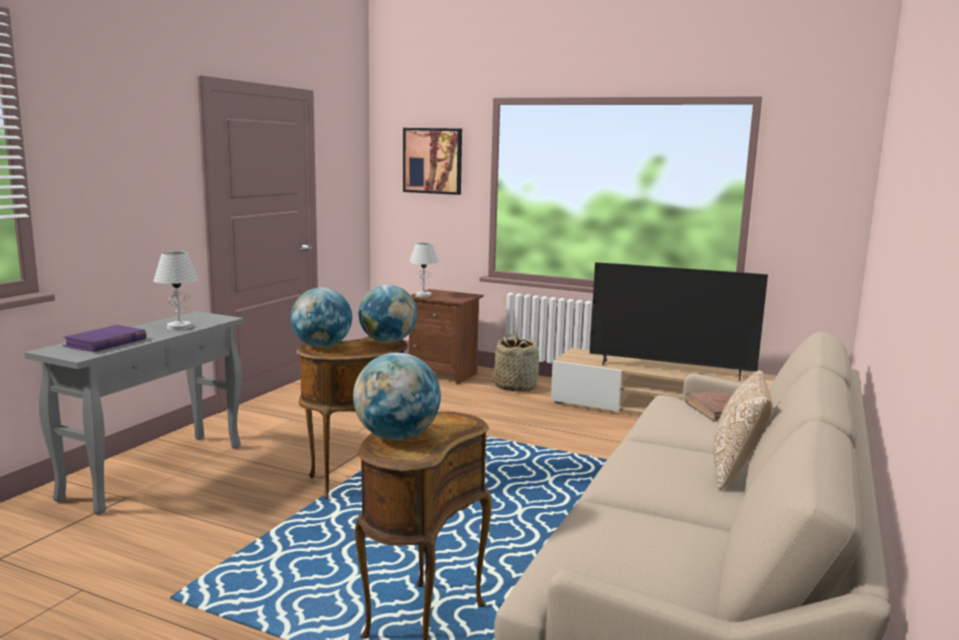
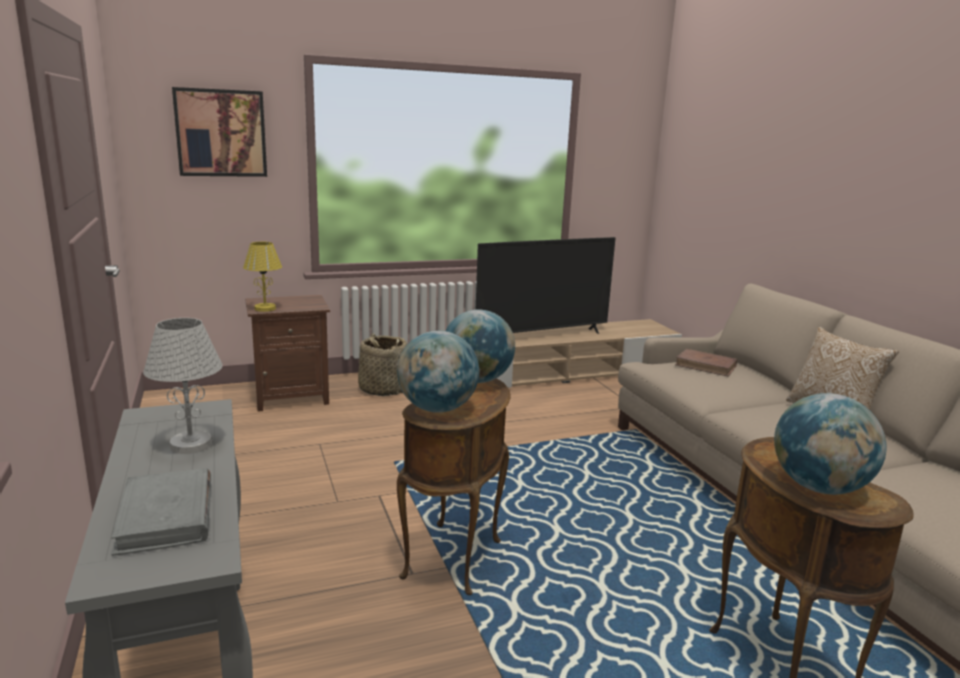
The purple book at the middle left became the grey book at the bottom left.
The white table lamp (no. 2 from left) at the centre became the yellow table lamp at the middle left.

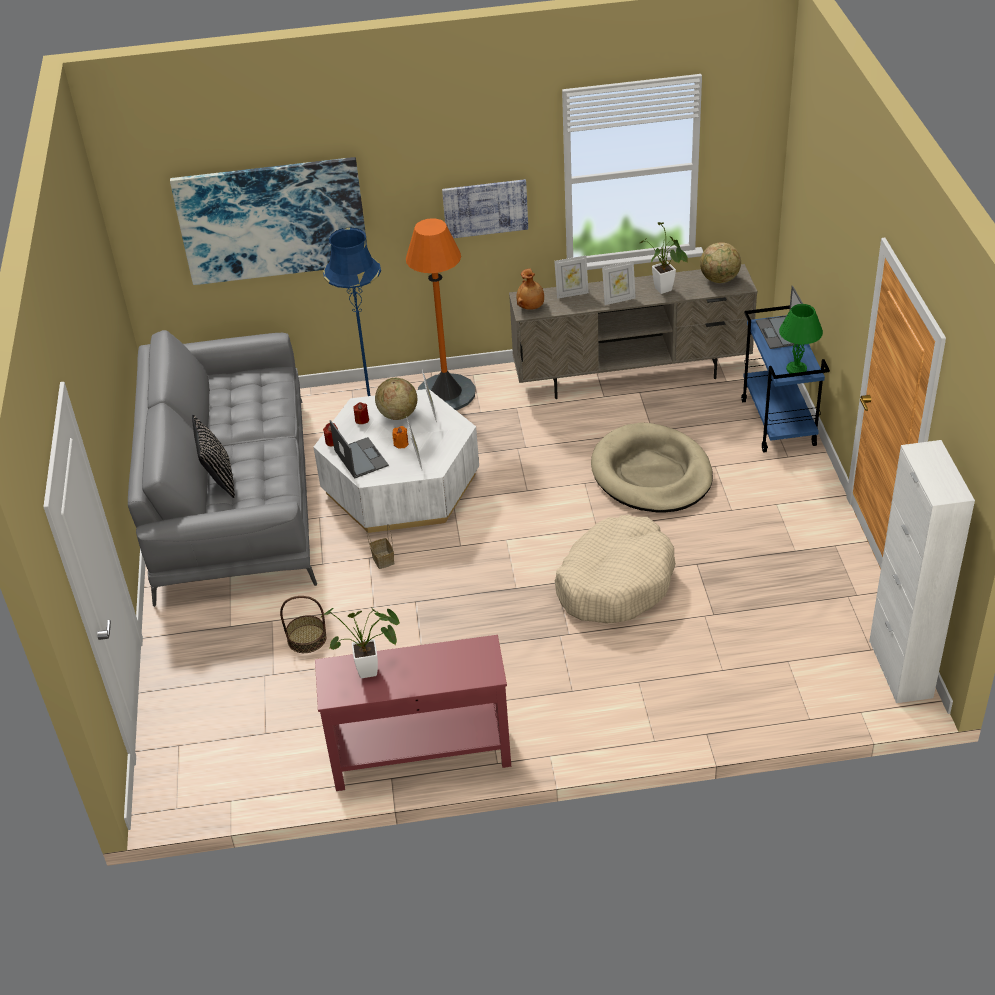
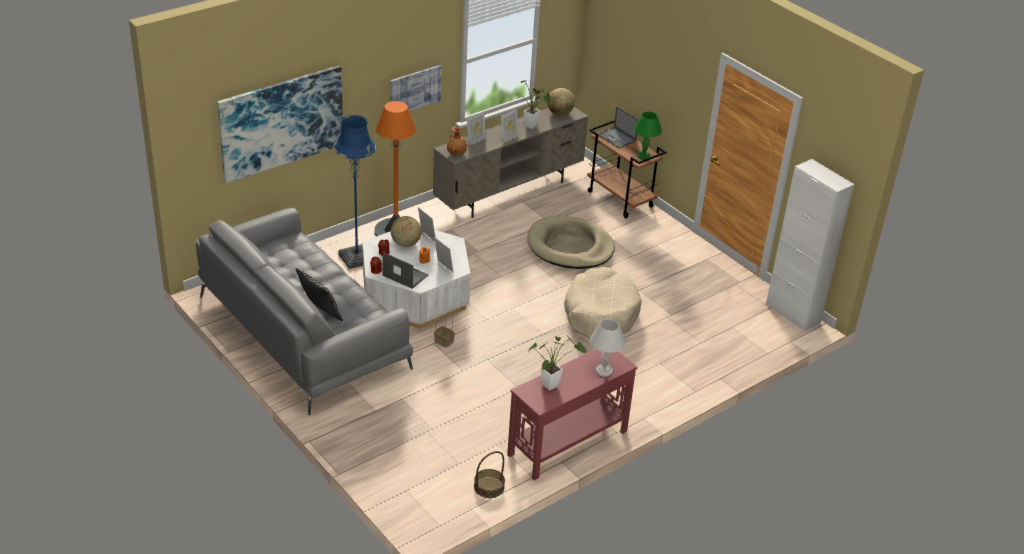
The basket (no. 1 from left in the first image) moved from the middle left to the bottom centre.
The blue cart at the middle right became the brown cart at the top centre.
The white table lamp at the centre appeared.

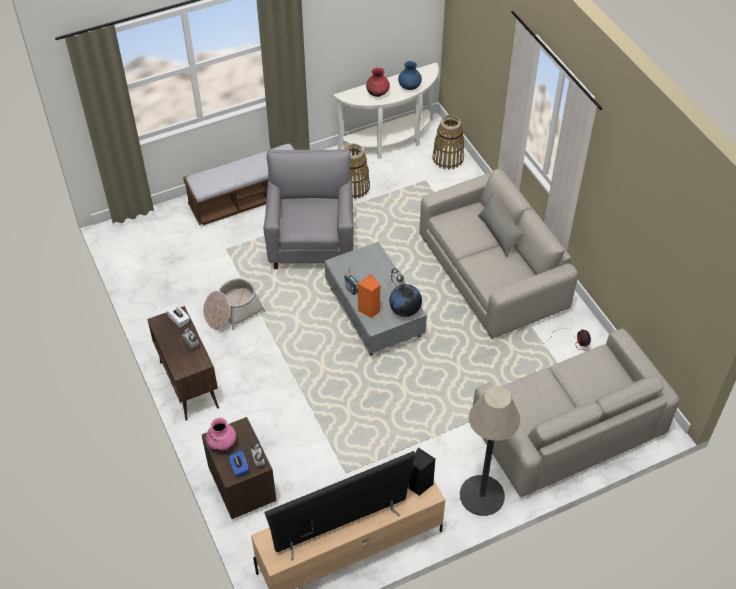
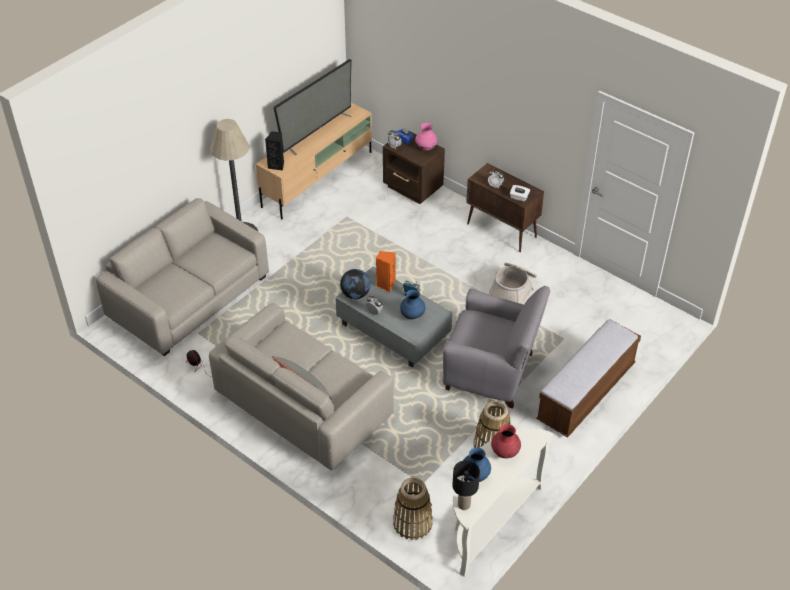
The blue vase (no. 1 from left) at the centre appeared.
The grey armchair at the centre turned 45 degrees counterclockwise.
The black table lamp at the bottom centre appeared.

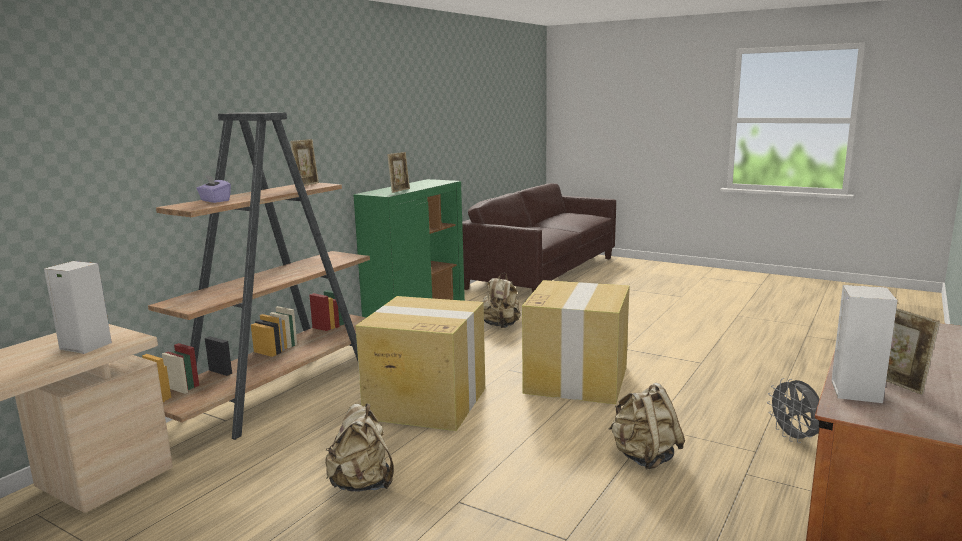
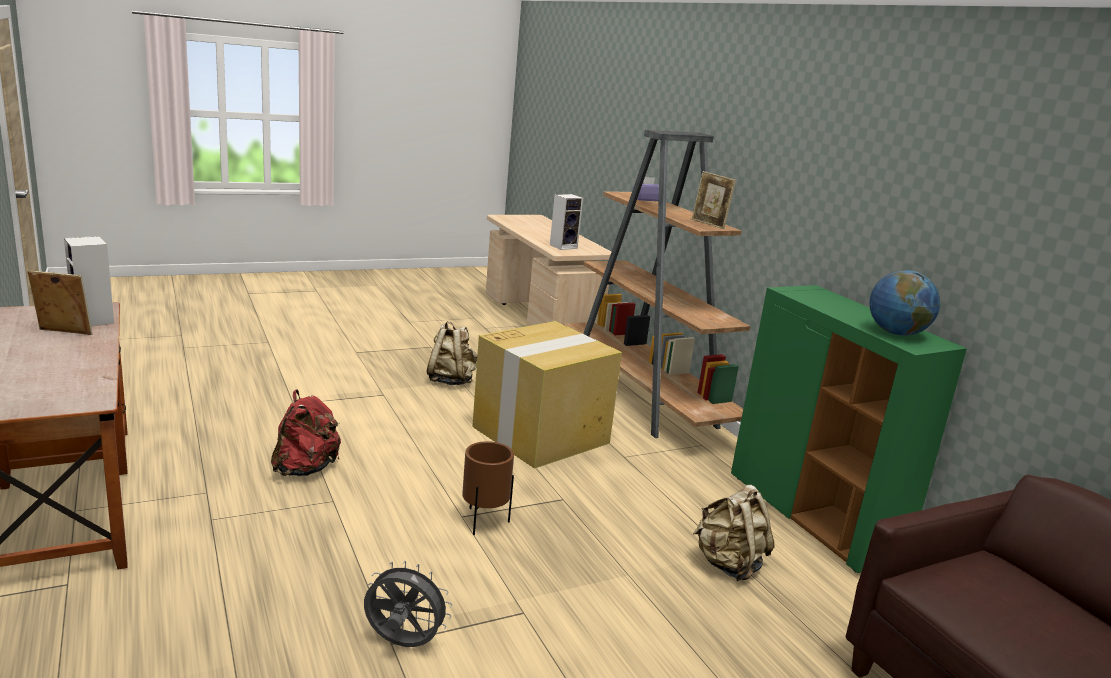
The beige backpack (no. 3 from left) at the bottom right became the red backpack at the middle left.
The grey fan moved from the bottom right to the bottom centre.
The cardboard box (no. 2 from left) at the centre was replaced by the brown planter at the bottom centre.
The globe at the middle right appeared.
The picture frame (no. 2 from left) at the top centre disappeared.

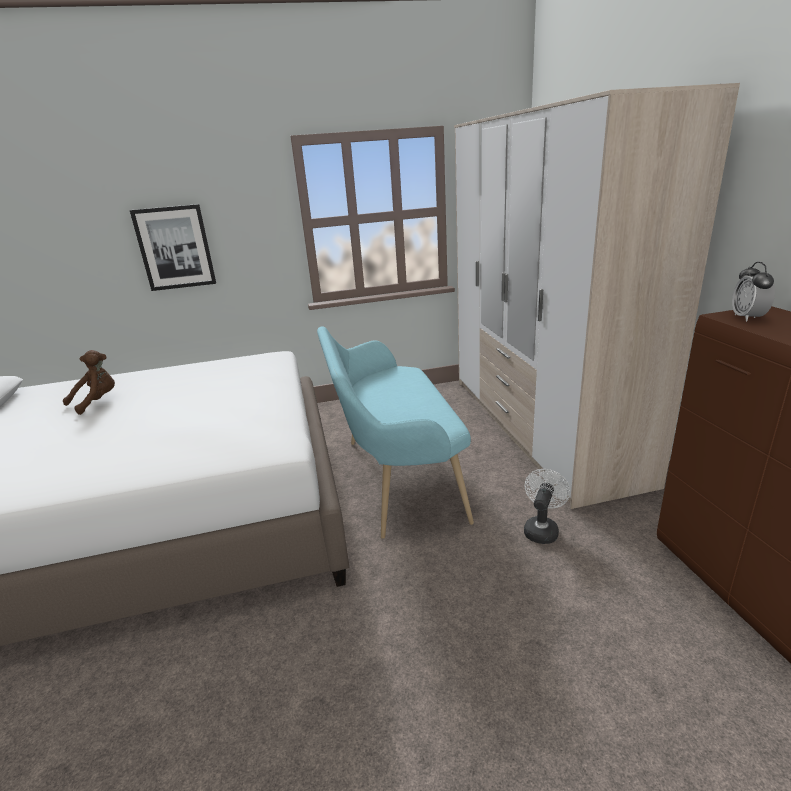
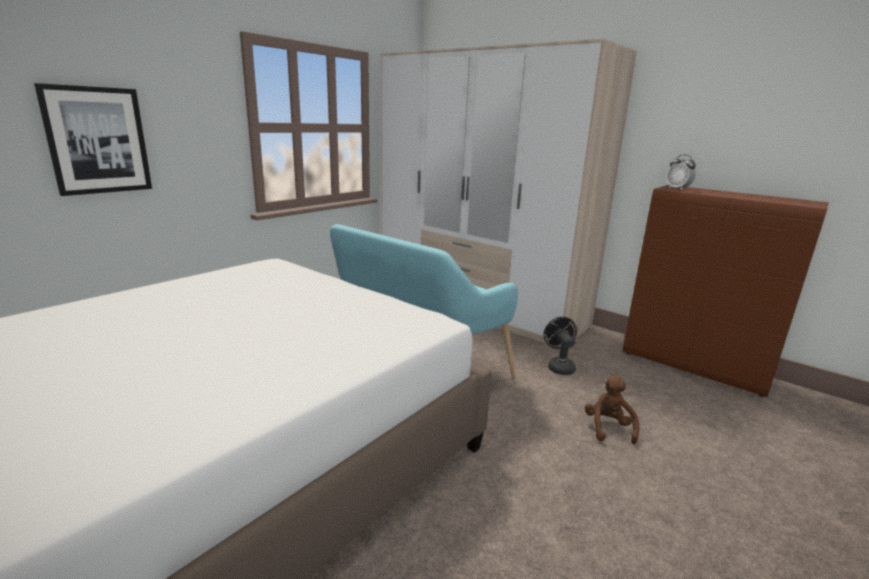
The white fan at the middle right became the black fan at the centre.
The brown plush toy moved from the middle left to the bottom right.

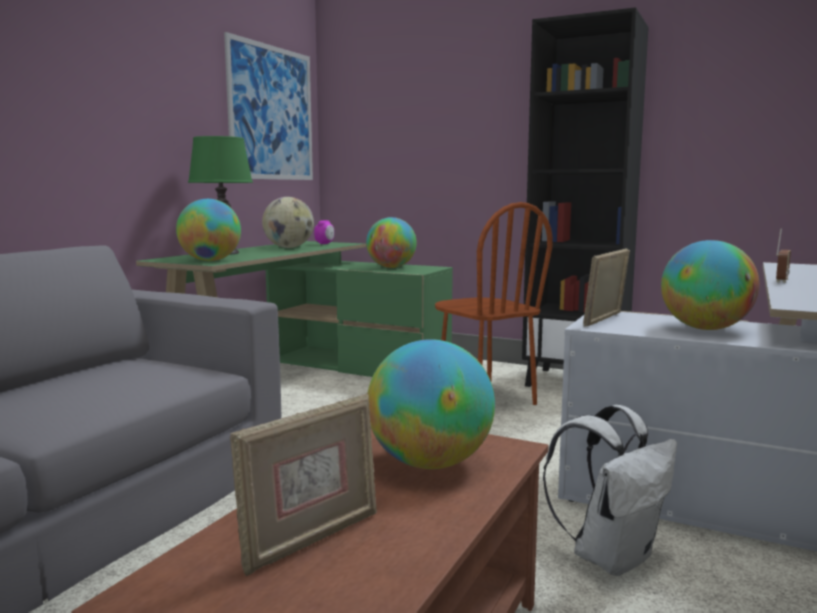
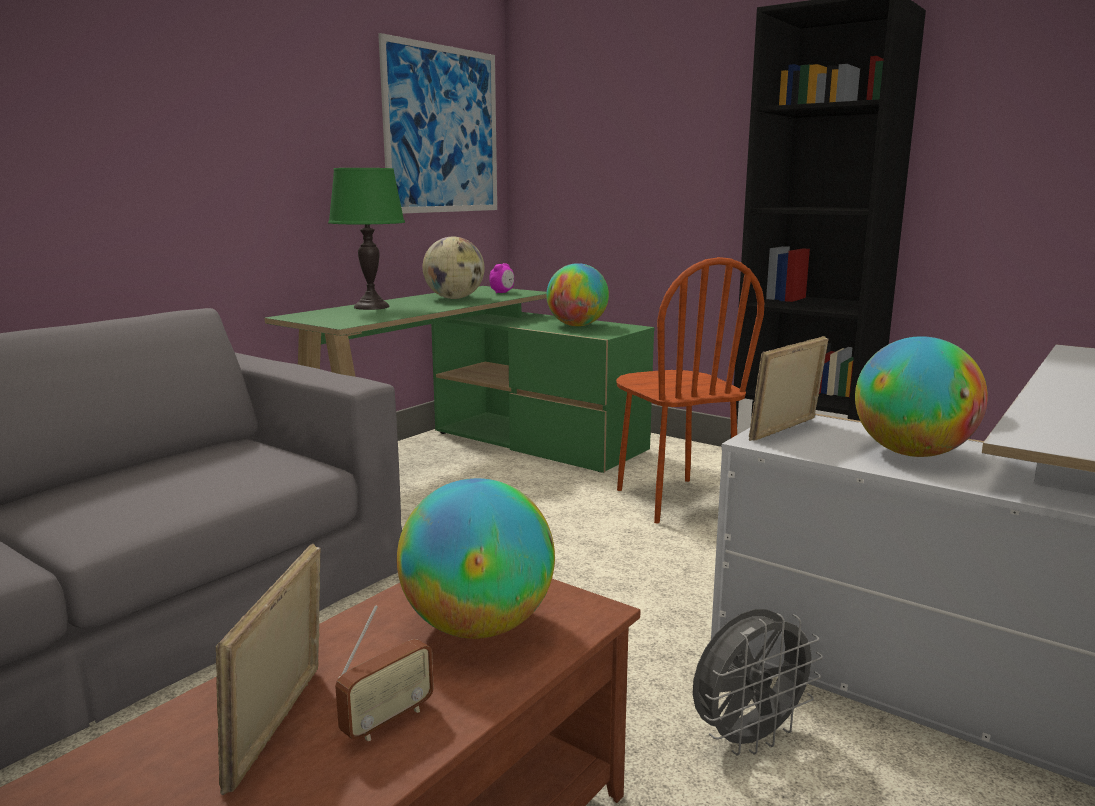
The picture frame (no. 1 from left) at the bottom centre turned 135 degrees clockwise.
The radio moved from the middle right to the bottom centre.
The white backpack at the bottom right was replaced by the grey fan at the bottom right.
The globe (no. 1 from left) at the middle left disappeared.

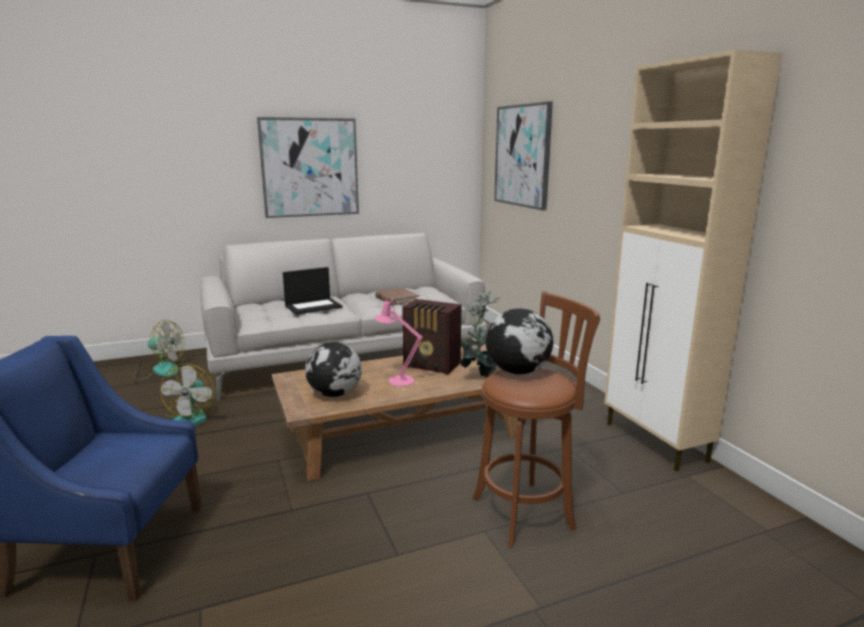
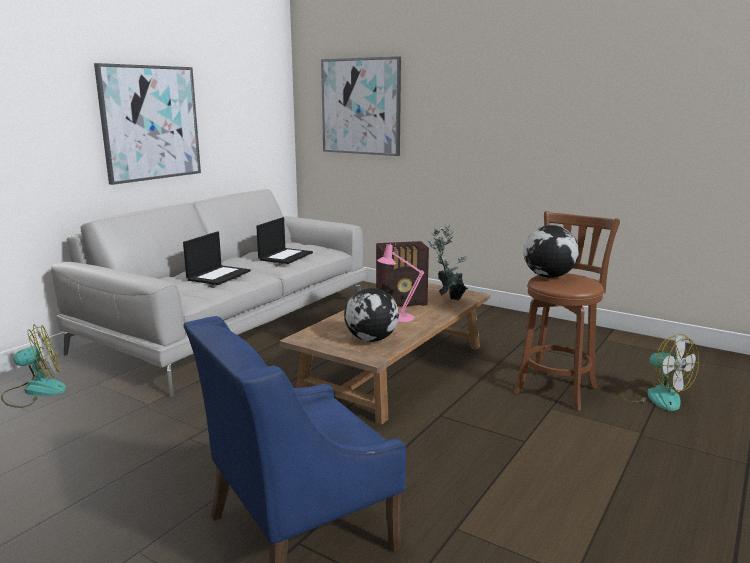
The brown book at the centre was replaced by the laptop (no. 2 from left) at the centre.
The fan (no. 2 from left) moved from the middle left to the middle right.
The beige cabinet at the middle right disappeared.

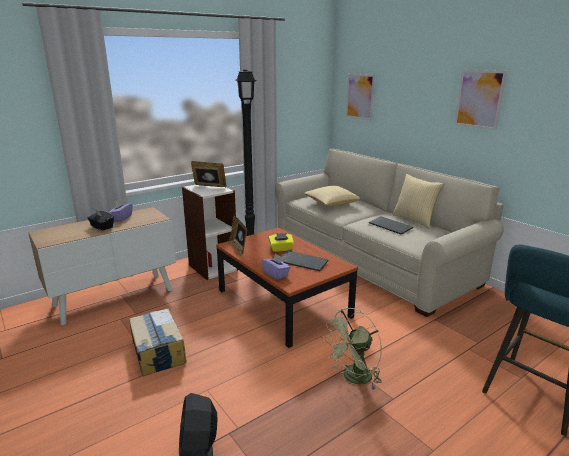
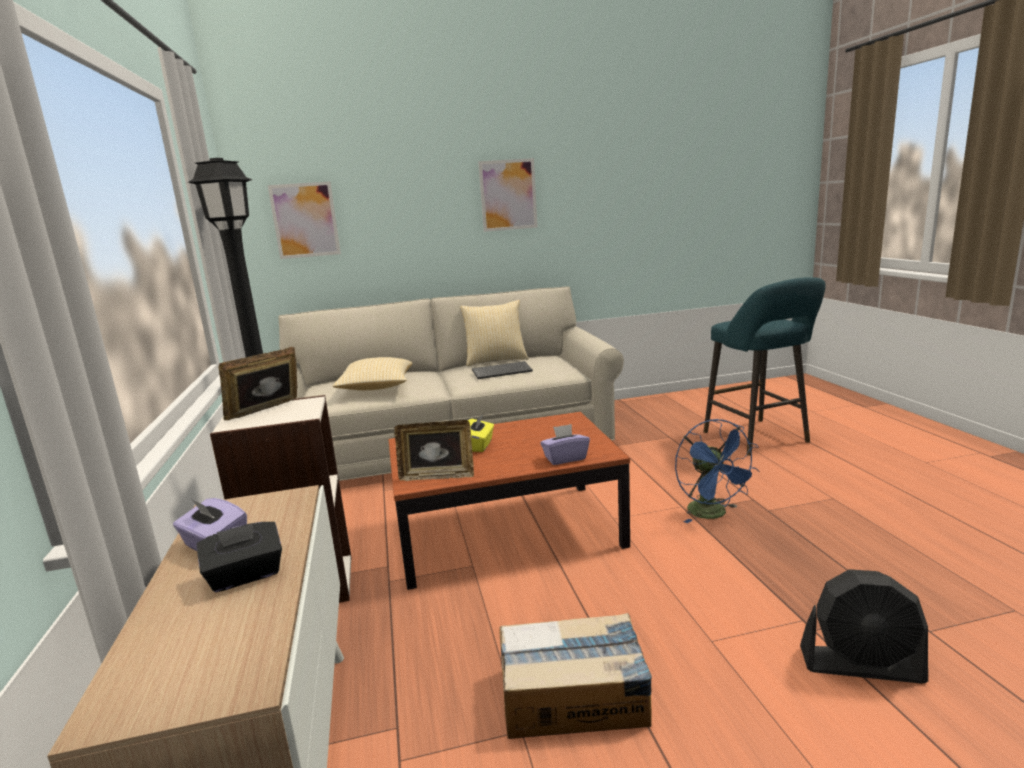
The green fan at the bottom centre became the blue fan at the middle right.
The keyboard (no. 1 from left) at the centre disappeared.

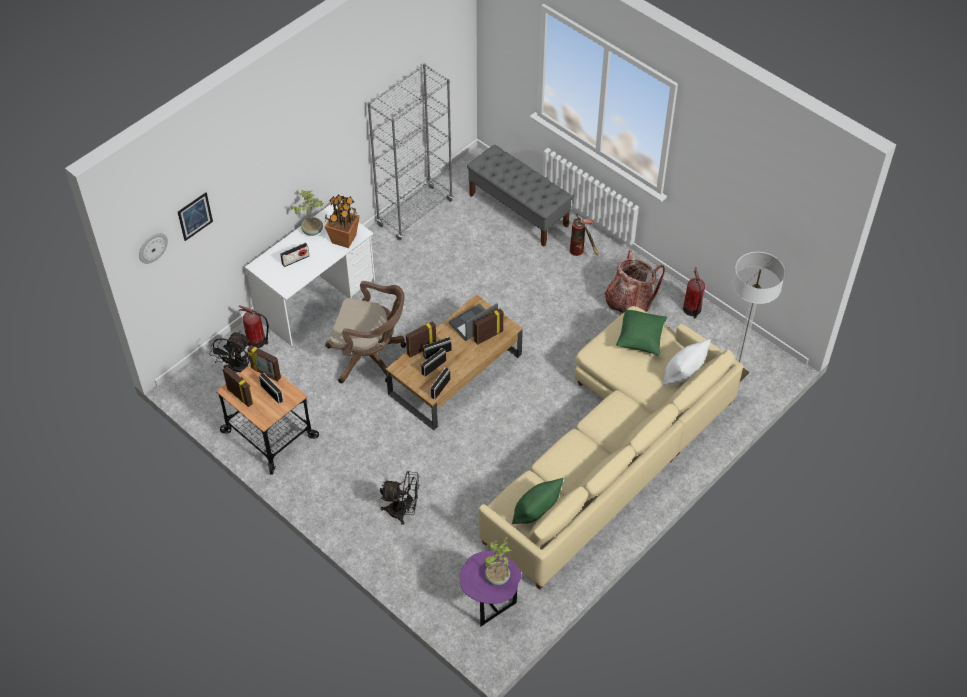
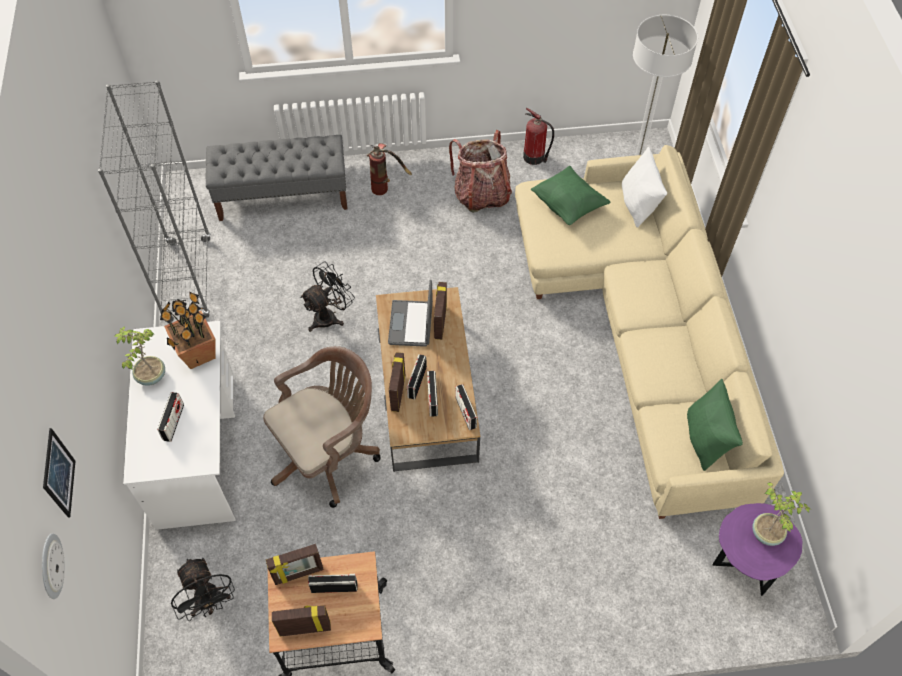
The black fan (no. 2 from left) moved from the bottom centre to the centre.
The fire extinguisher (no. 1 from left) at the middle left disappeared.

